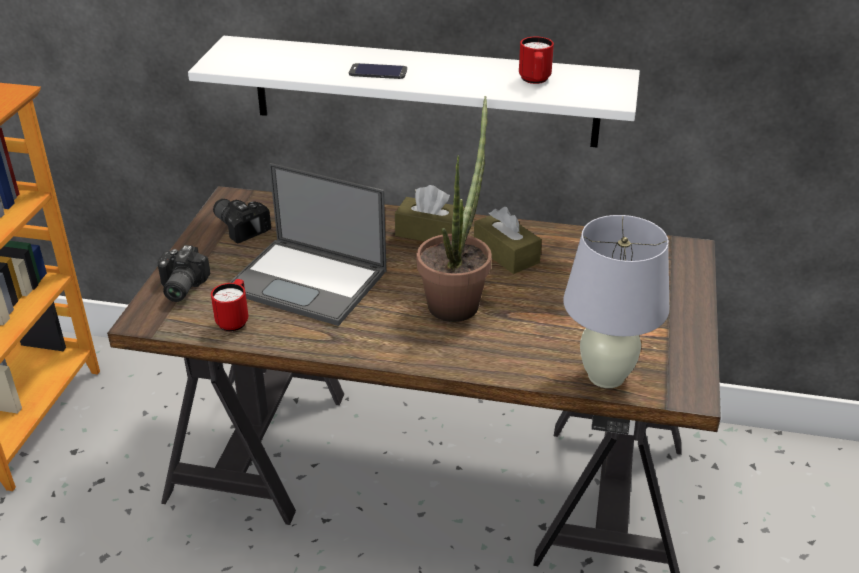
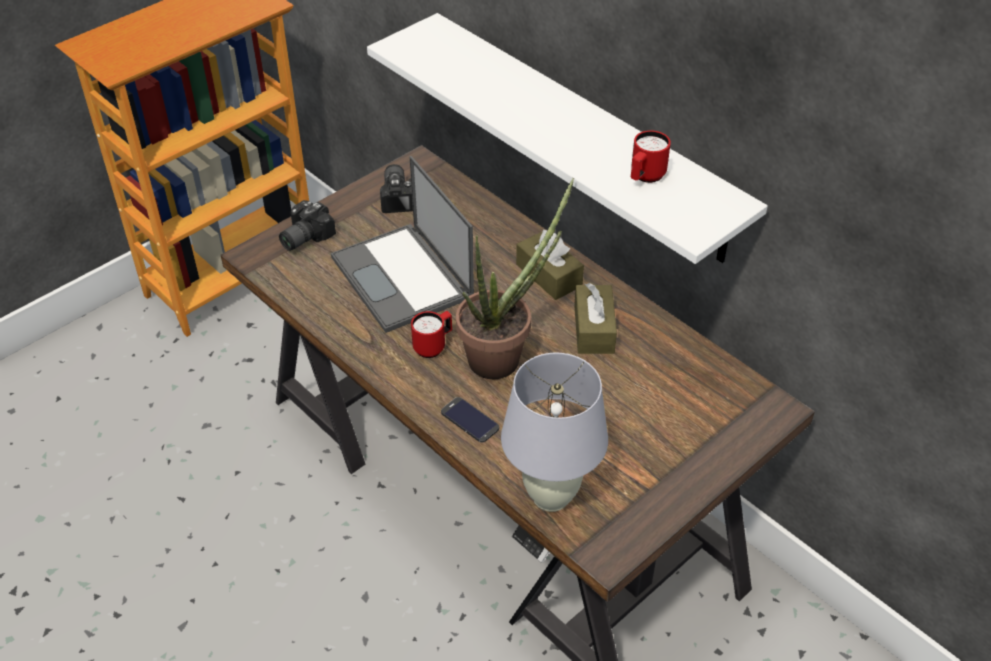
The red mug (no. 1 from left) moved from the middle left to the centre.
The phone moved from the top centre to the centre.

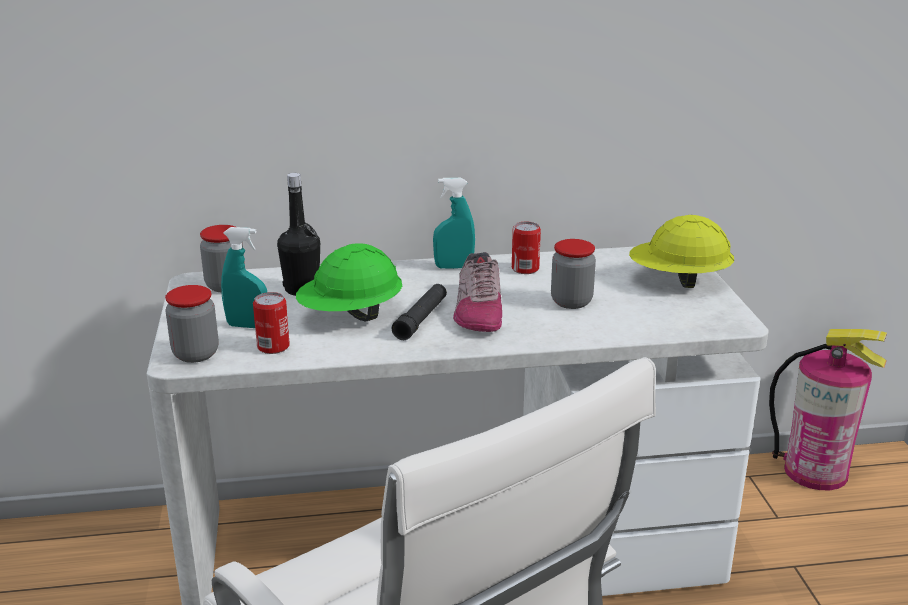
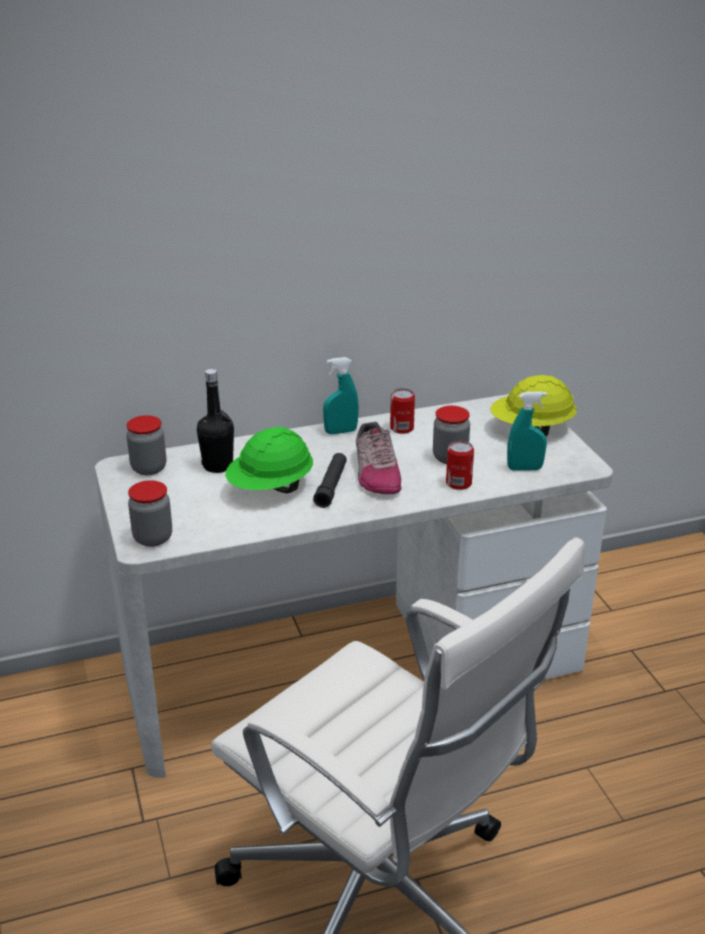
The can (no. 1 from left in the first image) moved from the middle left to the centre.
The turquoise spray bottle (no. 1 from left in the first image) moved from the middle left to the middle right.
The fire extinguisher at the bottom right disappeared.

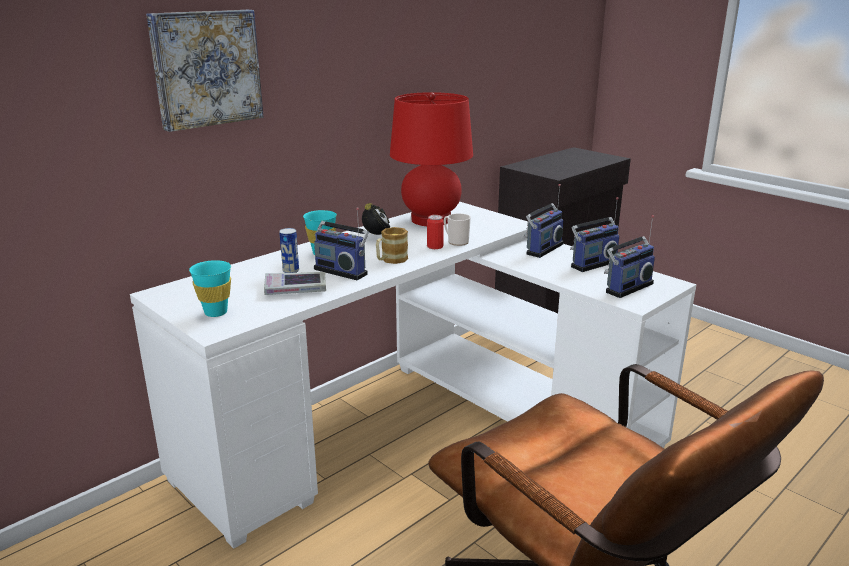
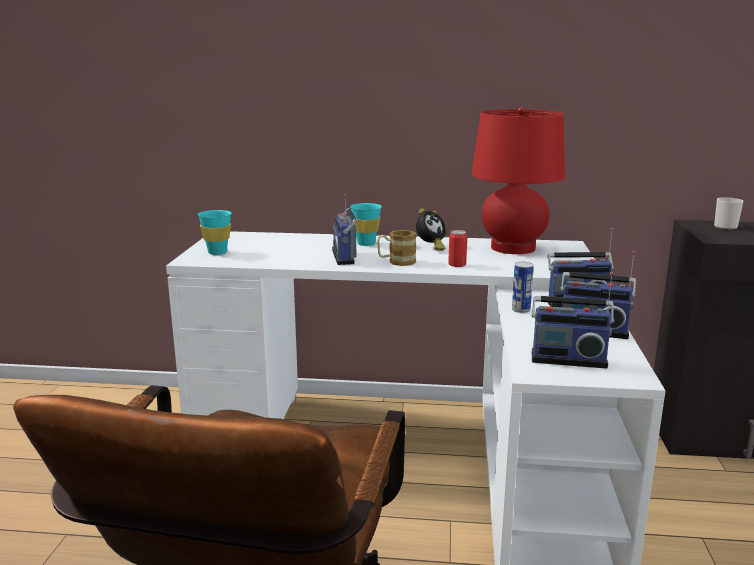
The can (no. 1 from left in the first image) moved from the centre to the middle right.
The mug (no. 2 from left) moved from the centre to the middle right.
The picture at the top left disappeared.
The book at the centre disappeared.

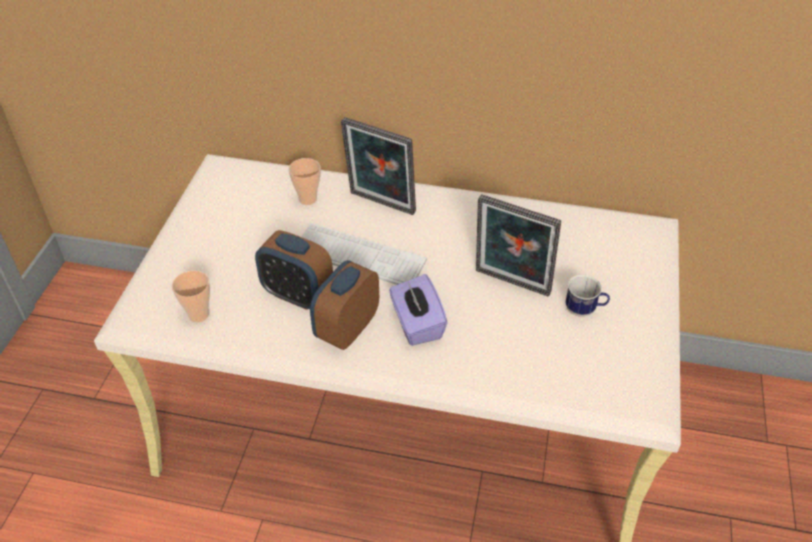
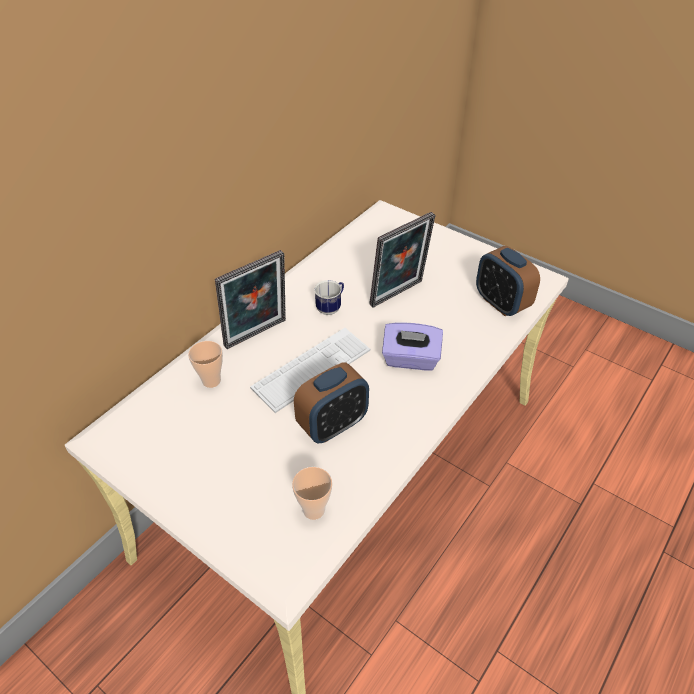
The mug moved from the middle right to the centre.
The alarm clock (no. 2 from left) moved from the centre to the middle right.

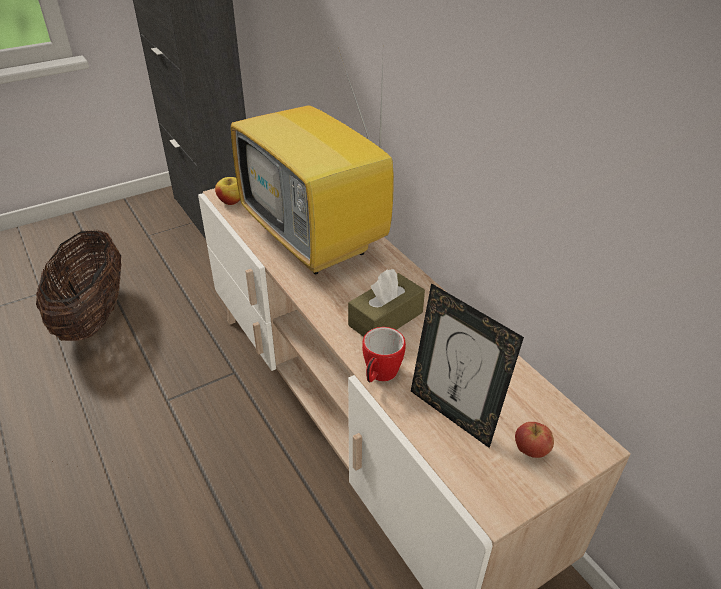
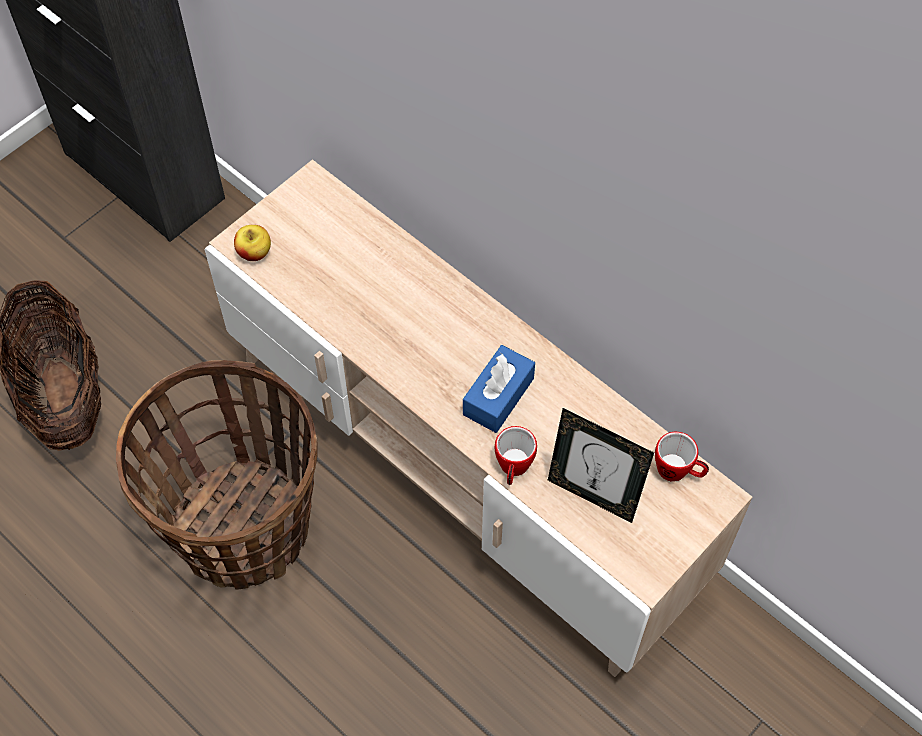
The basket (no. 2 from left) at the middle left appeared.
The brown tissue box at the centre became the blue tissue box at the centre.
The mug (no. 2 from left) at the middle right appeared.
The television at the top centre disappeared.
The apple (no. 2 from left) at the bottom right disappeared.

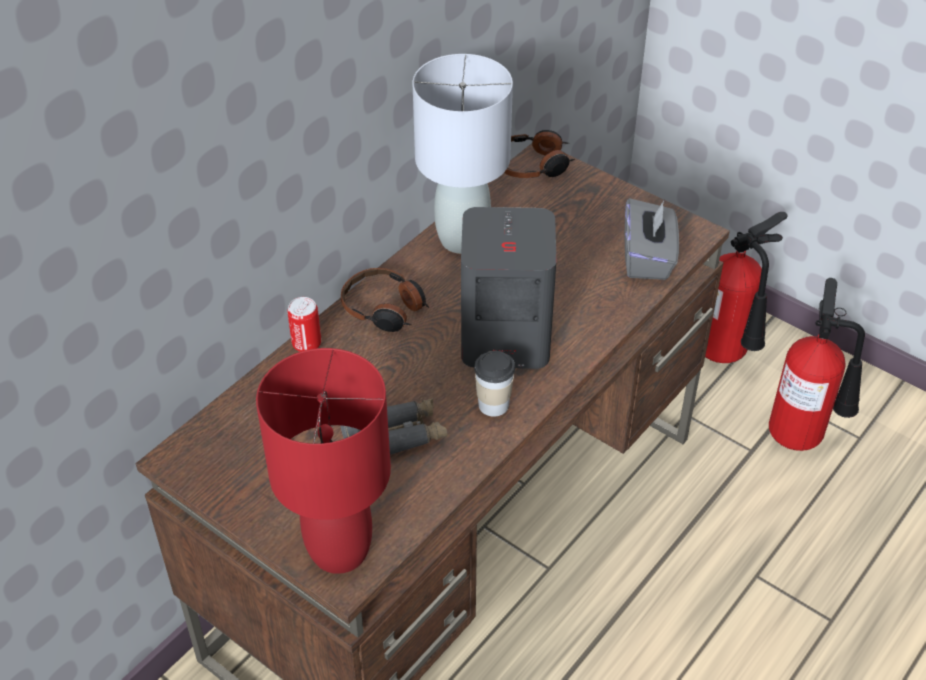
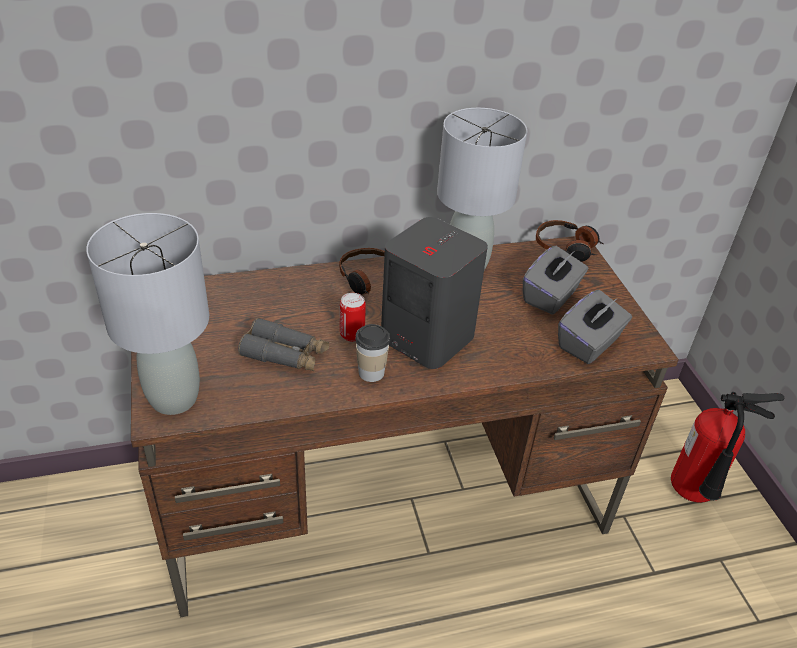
The red table lamp at the bottom centre became the grey table lamp (no. 1 from left) at the middle left.
The can moved from the middle left to the centre.
The grey tissue box (no. 1 from left) at the middle right appeared.
The fire extinguisher (no. 2 from left) at the middle right disappeared.

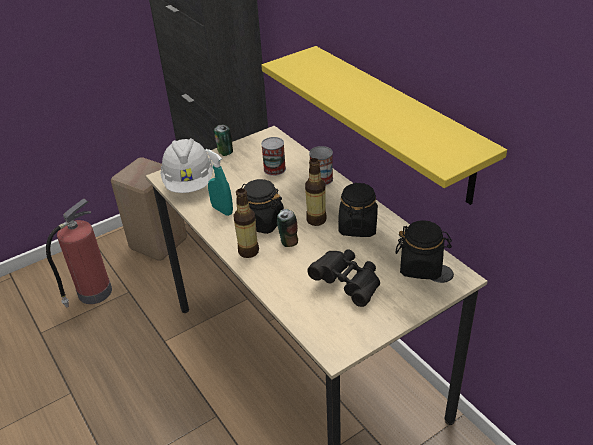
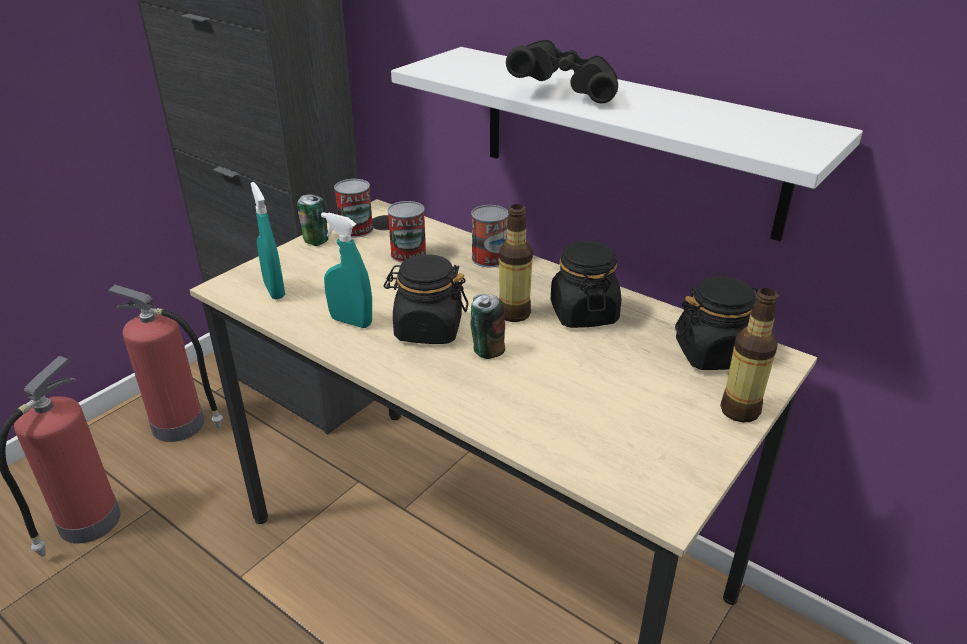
The beige stool at the middle left was replaced by the fire extinguisher (no. 2 from left) at the middle left.
The white hard hat at the middle left was replaced by the turquoise spray bottle (no. 1 from left) at the middle left.
The can (no. 2 from left) at the top centre appeared.
The yellow shelf at the top centre became the white shelf at the top centre.
The black binoculars moved from the centre to the top centre.
The bottle (no. 1 from left in the first image) moved from the centre to the middle right.

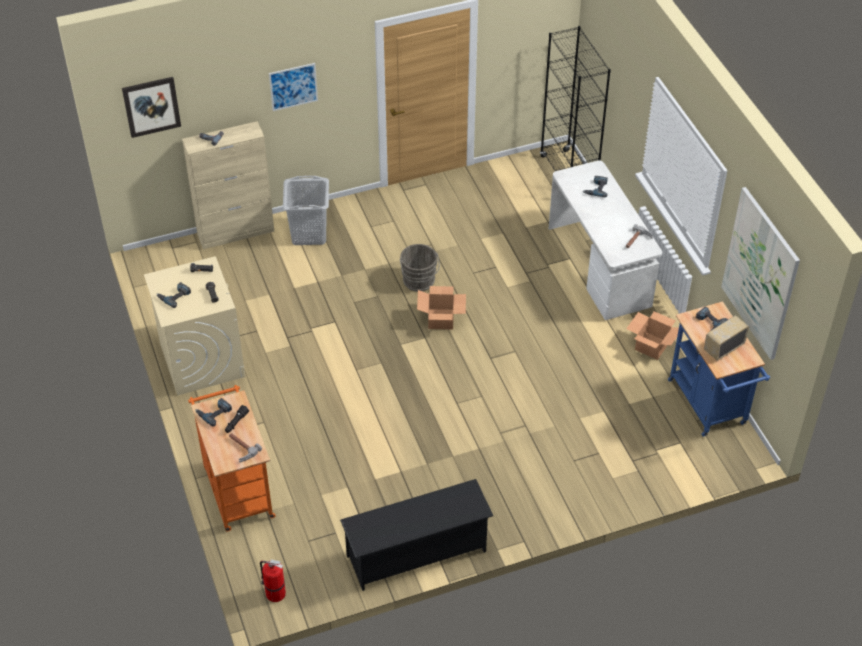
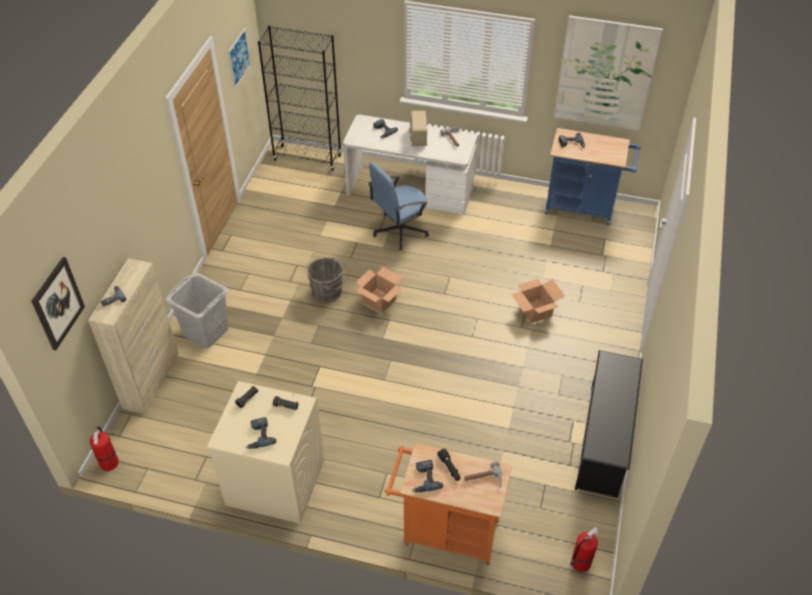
The fire extinguisher (no. 1 from left) at the bottom left appeared.
The picture (no. 2 from left) moved from the top centre to the top left.
The blue office chair at the centre appeared.
The radio moved from the middle right to the top centre.
The cardboard box (no. 2 from left) moved from the middle right to the centre.

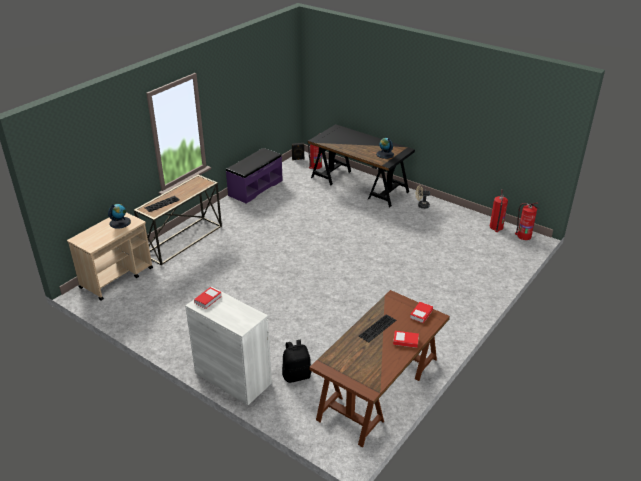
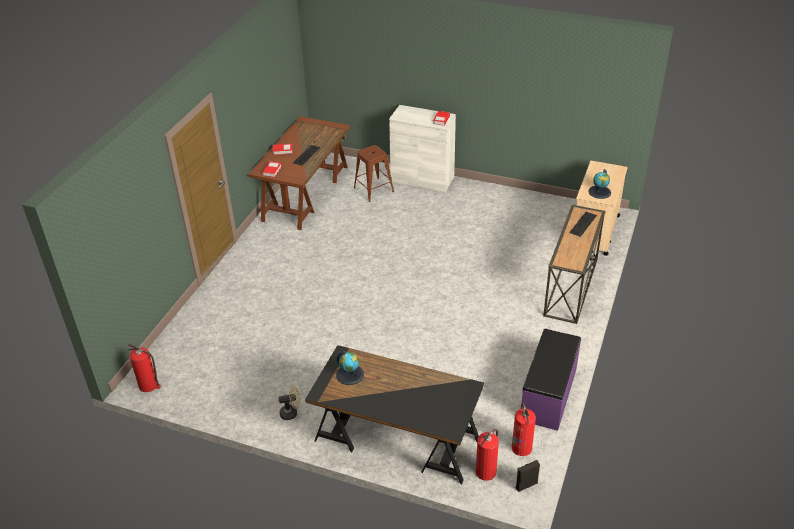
The black backpack at the bottom centre was replaced by the brown stool at the top centre.
The fire extinguisher (no. 2 from left in the first image) moved from the middle right to the bottom centre.

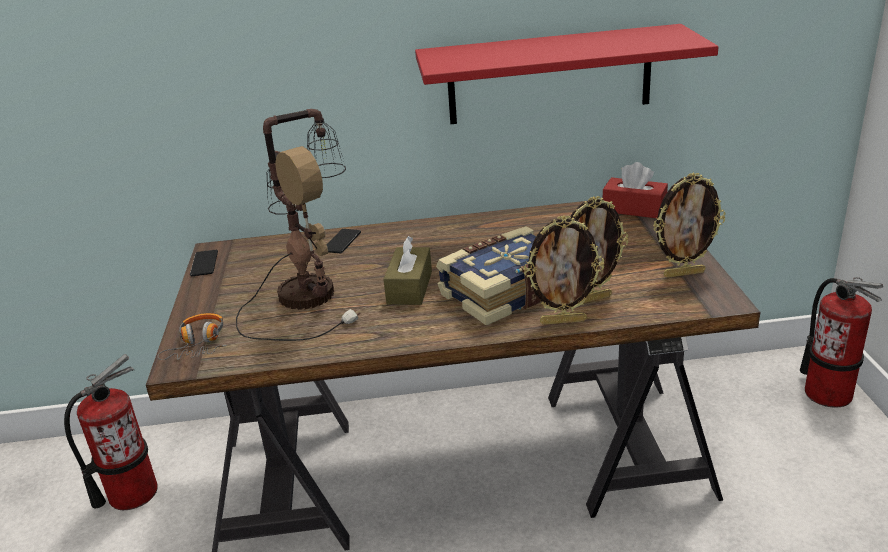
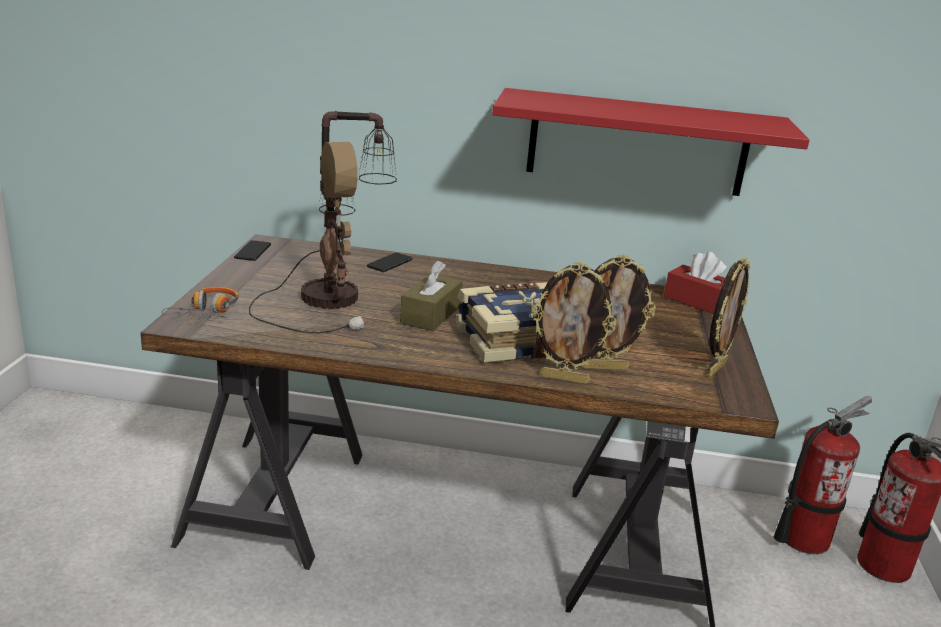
The picture frame (no. 3 from left) at the middle right turned 60 degrees counterclockwise.
The fire extinguisher (no. 1 from left) moved from the bottom left to the bottom right.

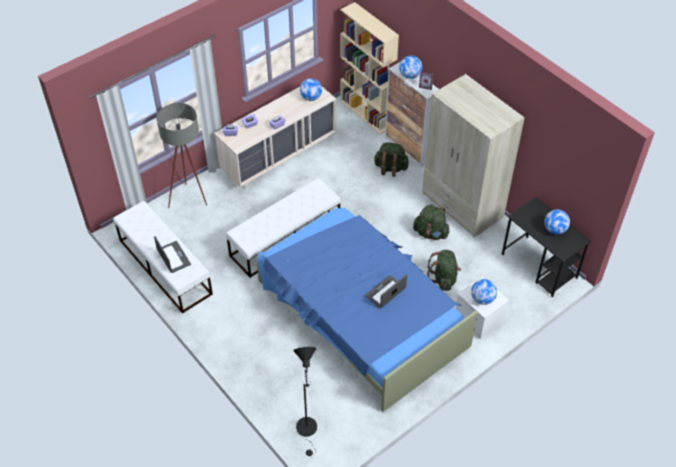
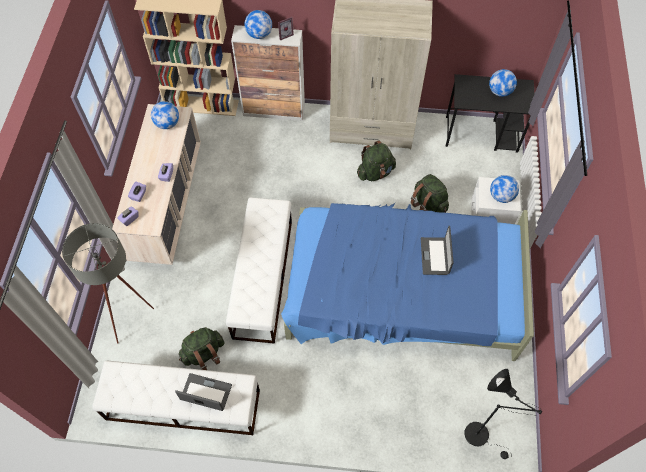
The green backpack (no. 1 from left) moved from the centre to the bottom left.

